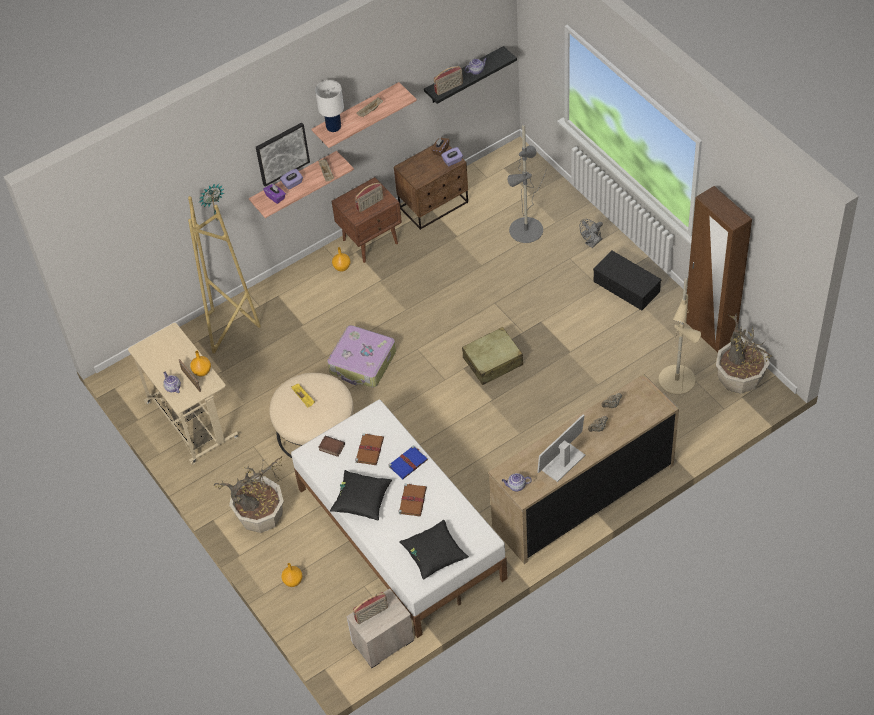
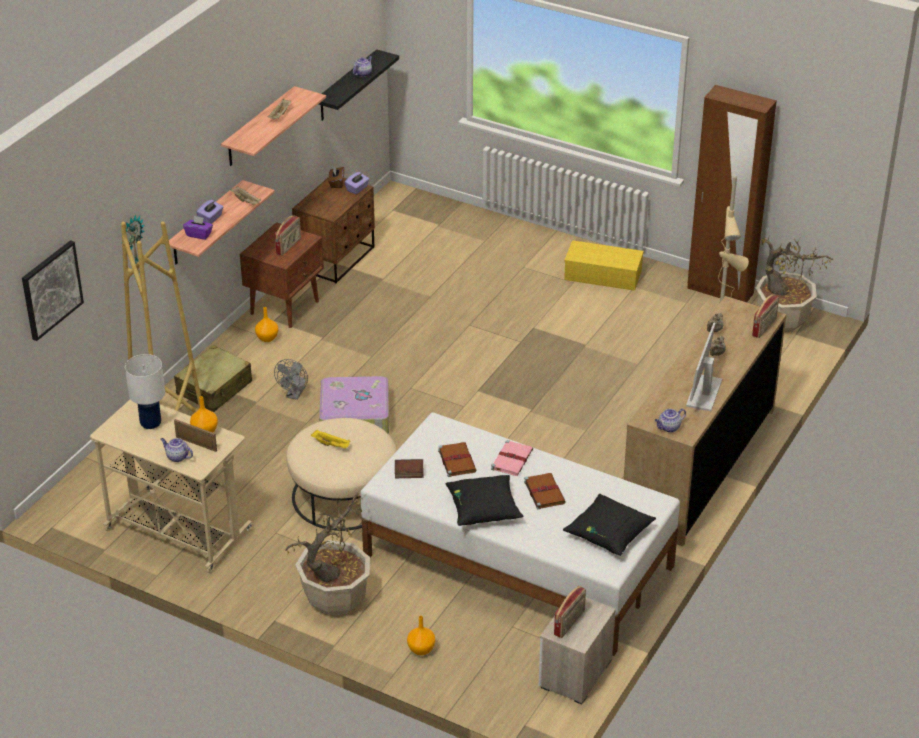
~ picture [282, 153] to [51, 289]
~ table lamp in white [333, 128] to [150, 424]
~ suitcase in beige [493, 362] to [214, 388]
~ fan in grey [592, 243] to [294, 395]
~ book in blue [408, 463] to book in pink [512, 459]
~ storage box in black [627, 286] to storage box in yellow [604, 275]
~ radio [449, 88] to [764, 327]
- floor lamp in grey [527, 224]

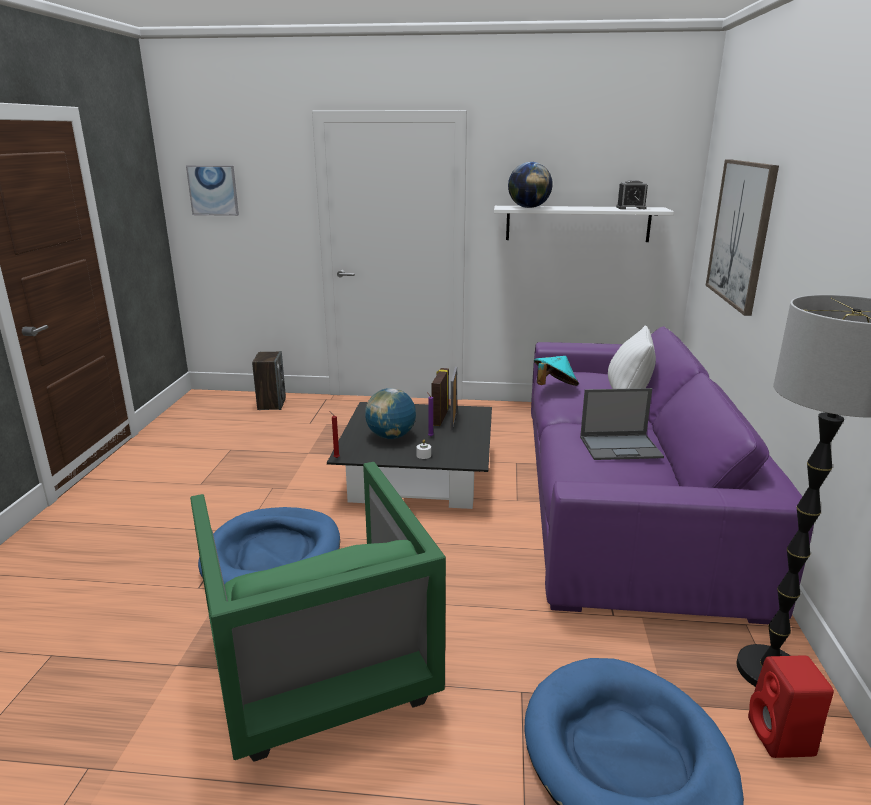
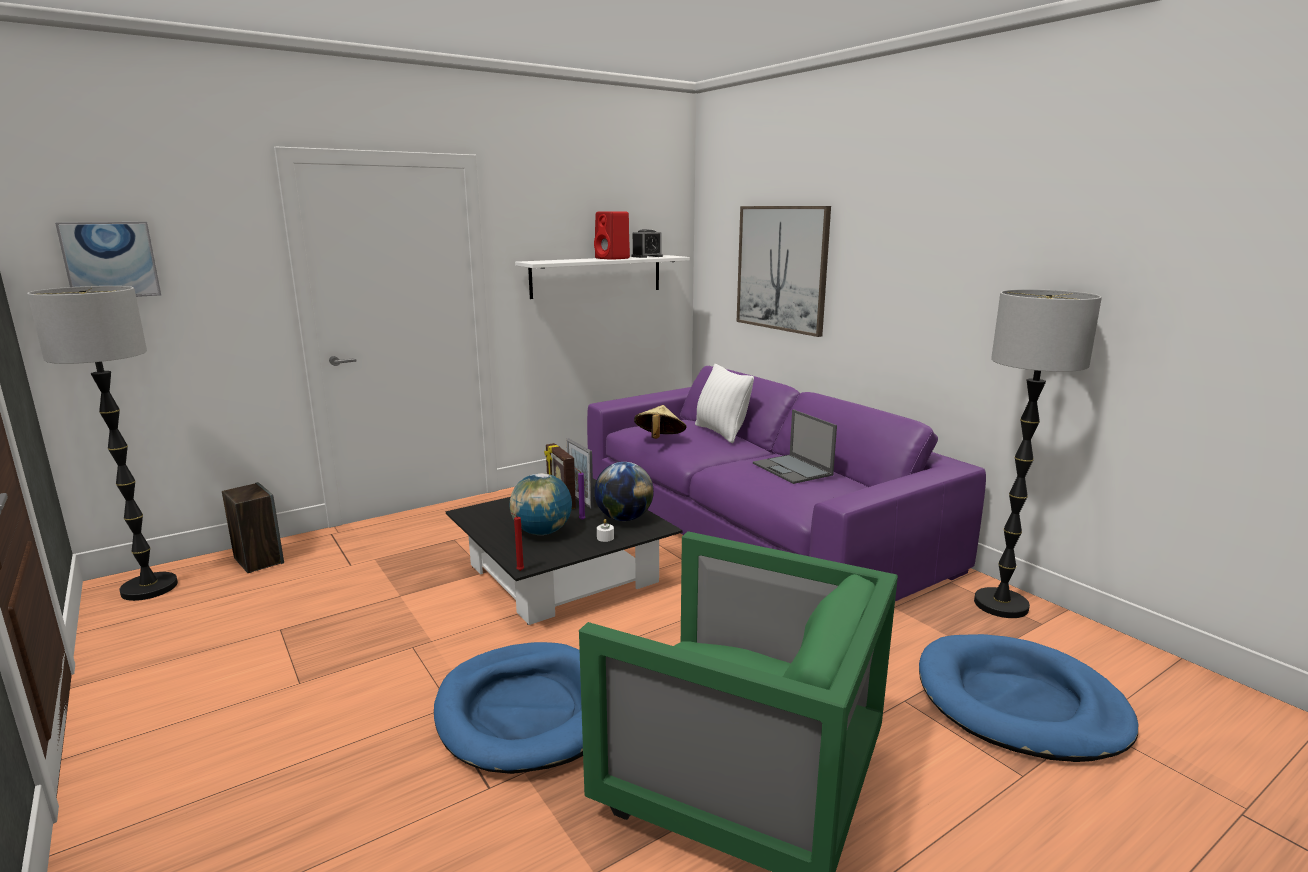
+ floor lamp [150, 588]
~ speaker in red [782, 739] to [613, 258]
~ globe [528, 207] to [624, 518]
~ hat in turquoise [554, 387] to hat in beige [659, 439]
~ laptop [621, 447] = [793, 469] 105 degrees clockwise

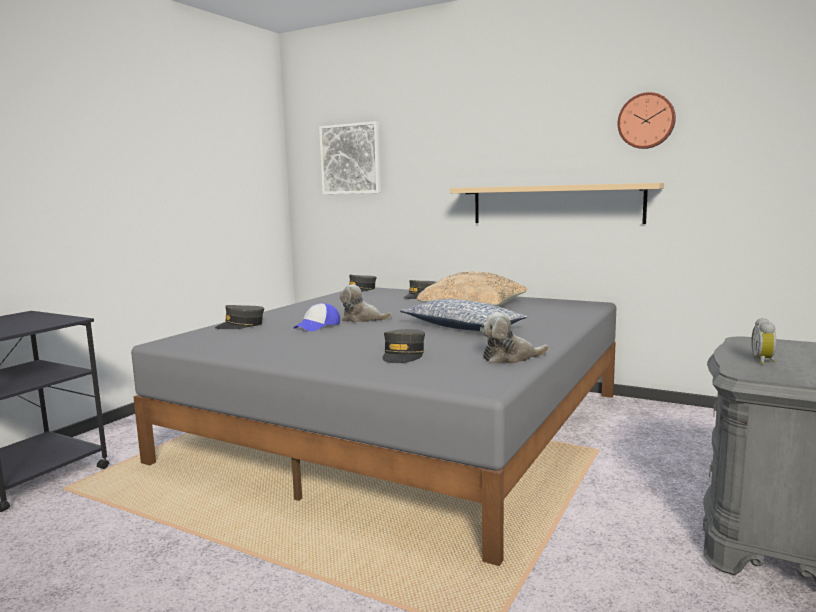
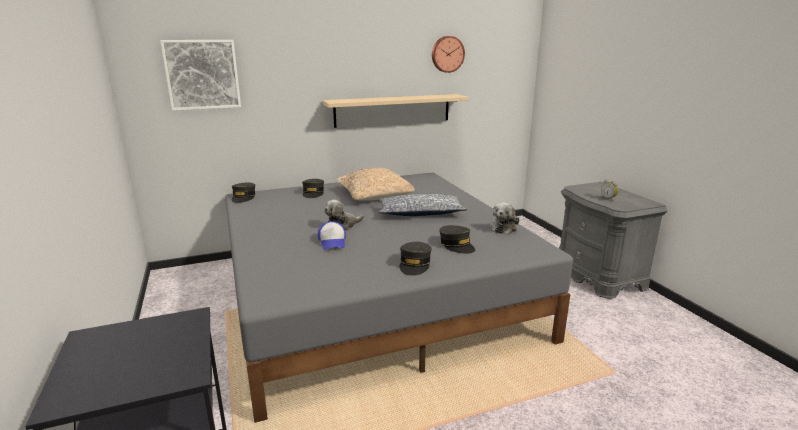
~ cap in grey [241, 325] to [415, 265]

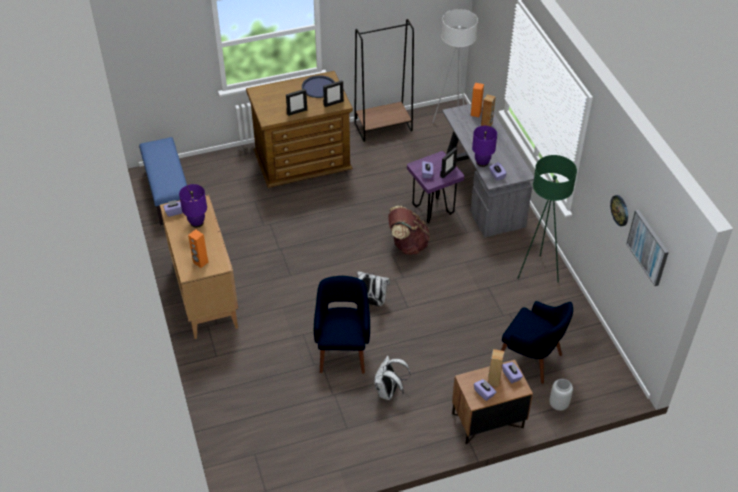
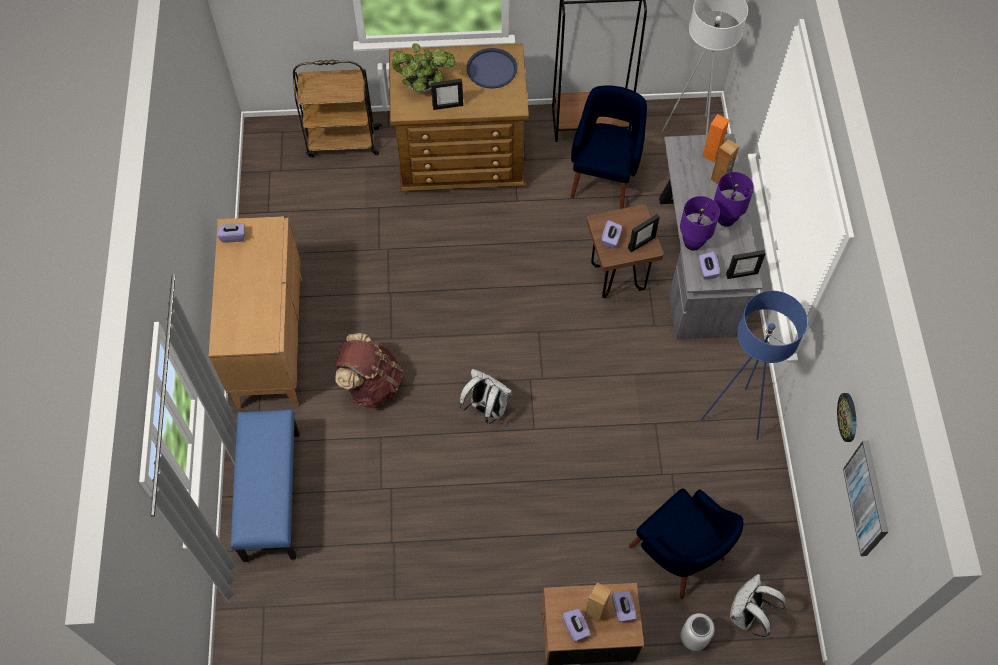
~ bench in blue [168, 193] to [271, 495]
+ cart in brown [342, 142]
~ backpack in brown [407, 245] to [372, 384]
+ potted plant [425, 86]
~ armchair in blue [343, 350] to [604, 177]
~ stool in purple [432, 210] to stool in brown [617, 278]
~ floor lamp in green [538, 272] to floor lamp in blue [733, 415]
~ table lamp in purple [197, 223] to [726, 219]
~ picture frame [333, 103] to [742, 274]
~ backpack in white [388, 392] to [746, 615]
- speaker in orange [200, 262]

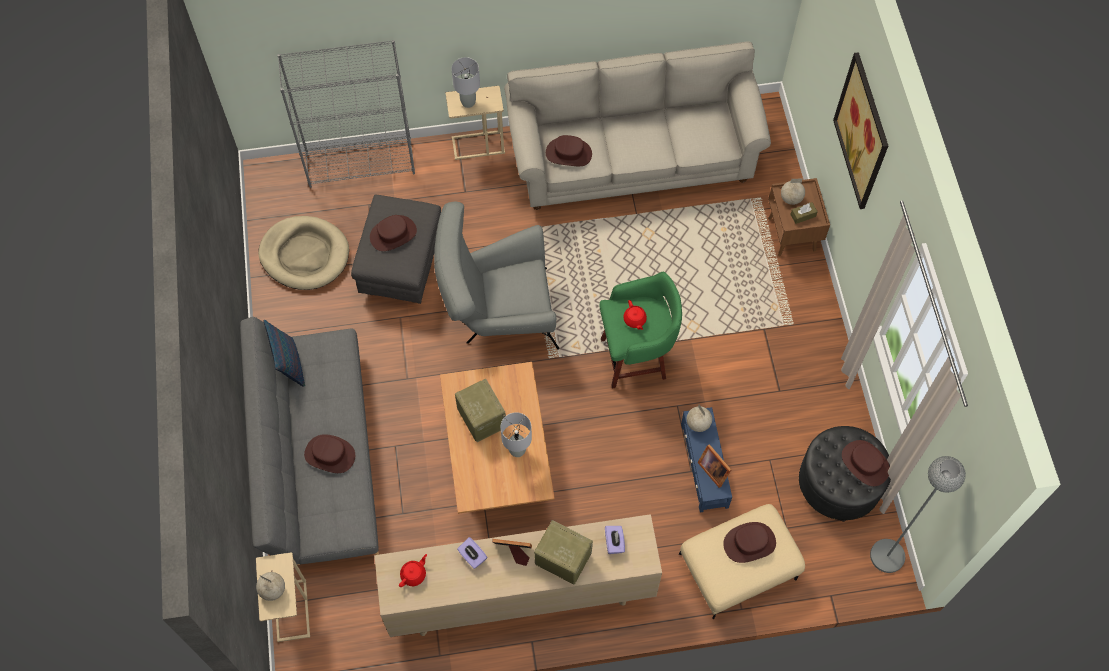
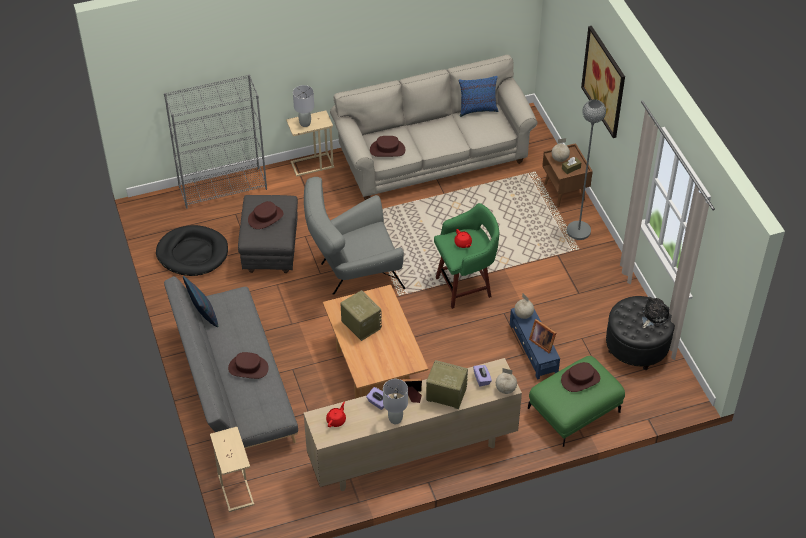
~ dog bed in beige [305, 255] to dog bed in black [192, 253]
~ table lamp in grey [517, 451] to [395, 419]
+ pillow in blue [478, 110]
~ globe [273, 590] to [505, 389]
~ ottoman in beige [737, 569] to ottoman in green [574, 411]
~ floor lamp in grey [887, 556] to [578, 231]
~ hat in brown [864, 463] to plush toy [653, 317]

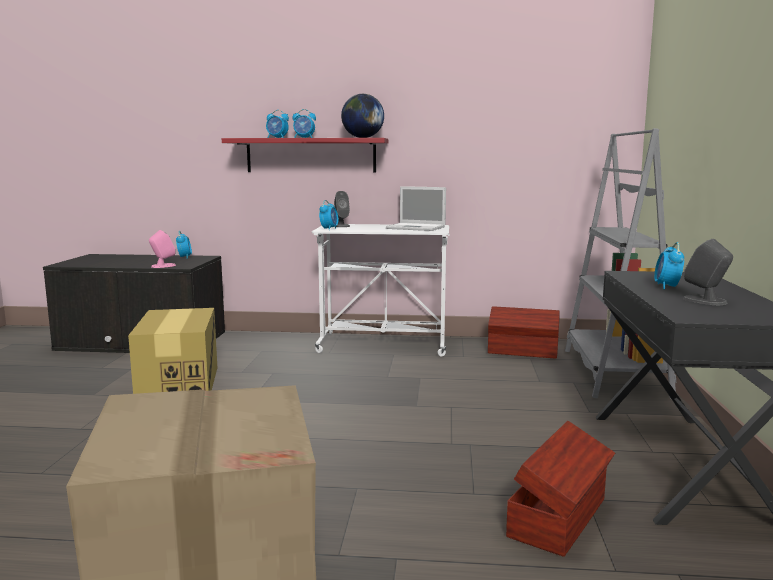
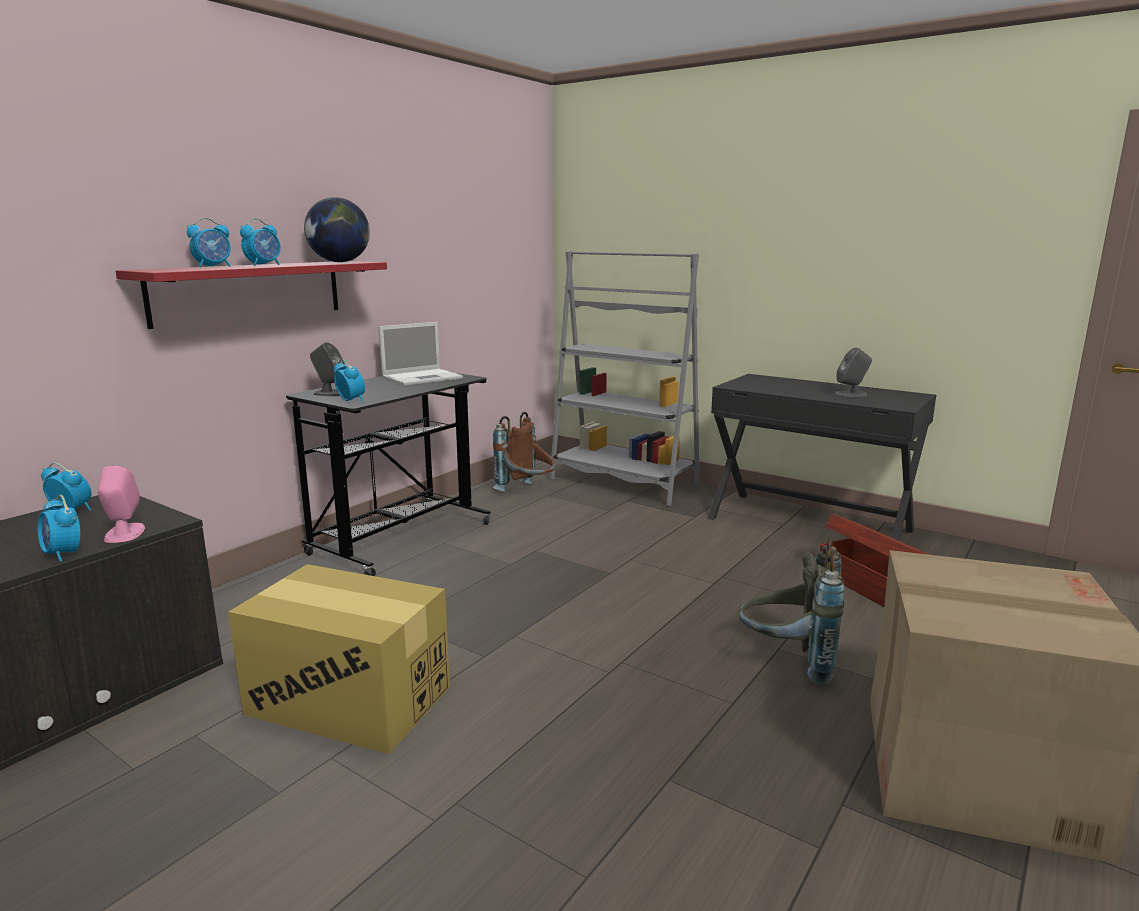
~ alarm clock [667, 287] to [63, 554]
~ desk in white [383, 344] to desk in black [402, 538]
~ storage box in brown [523, 352] to backpack in brown [527, 492]
+ backpack in grey [787, 661]

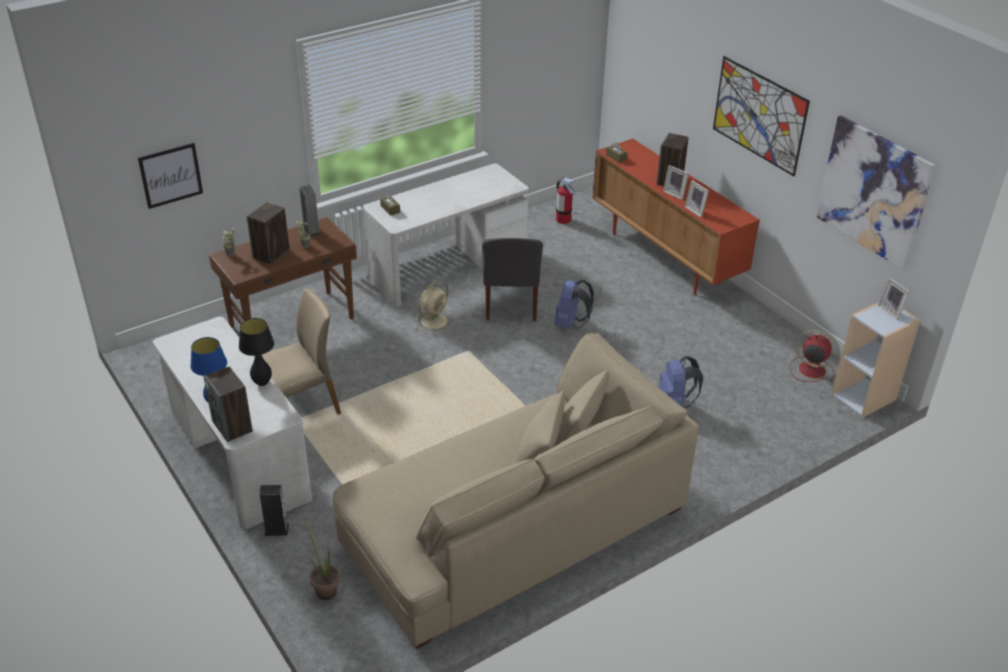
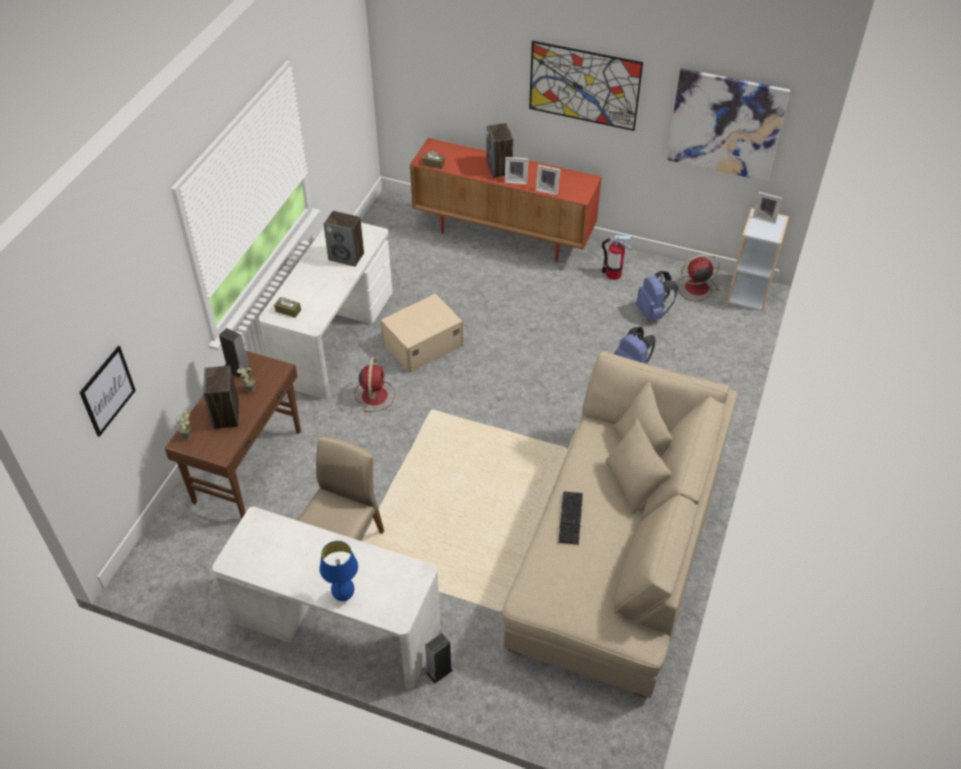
~ speaker [232, 426] to [346, 256]
~ fan in beige [435, 320] to fan in red [374, 395]
~ chair in grey [510, 303] to storage box in beige [422, 344]
+ keyboard [571, 518]
~ fire extinguisher [563, 219] to [613, 274]
~ backpack in blue [570, 323] to [653, 313]
- table lamp in black [262, 383]
- potted plant [324, 589]

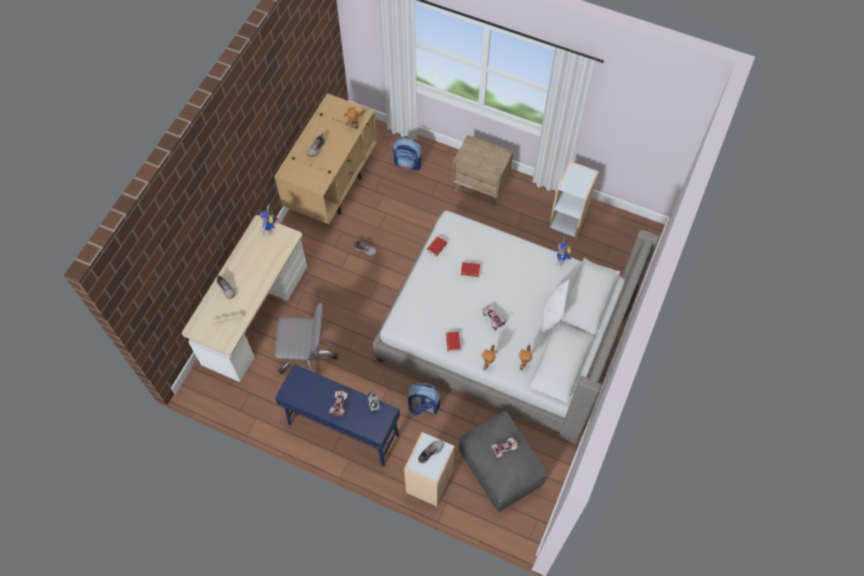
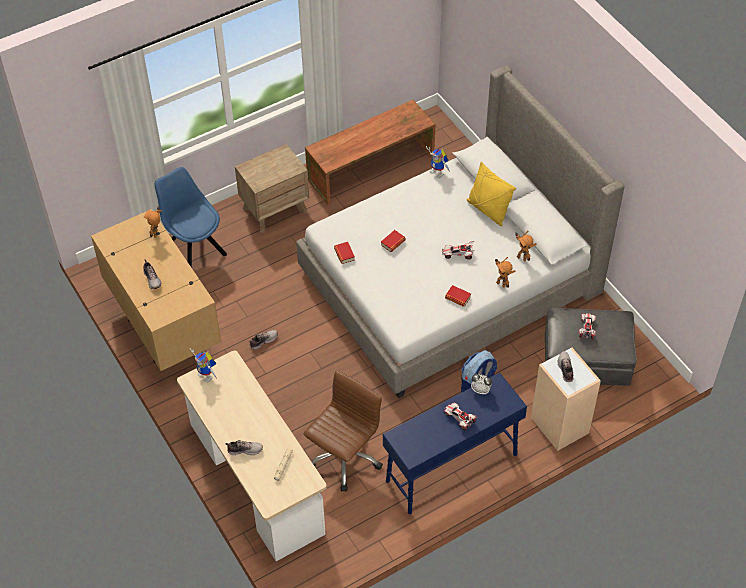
~ backpack [408, 163] to chair in blue [194, 251]
~ office chair in grey [307, 356] to office chair in brown [344, 457]
~ bookcase [568, 219] to bench in brown [371, 166]
~ pillow in white [552, 315] to pillow in yellow [488, 210]

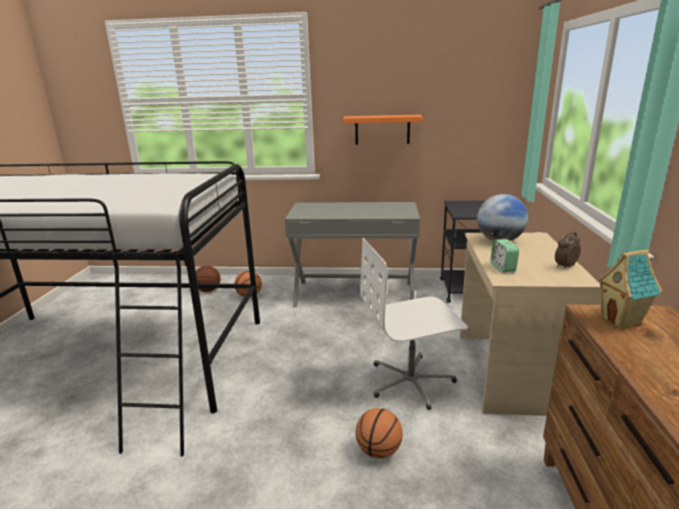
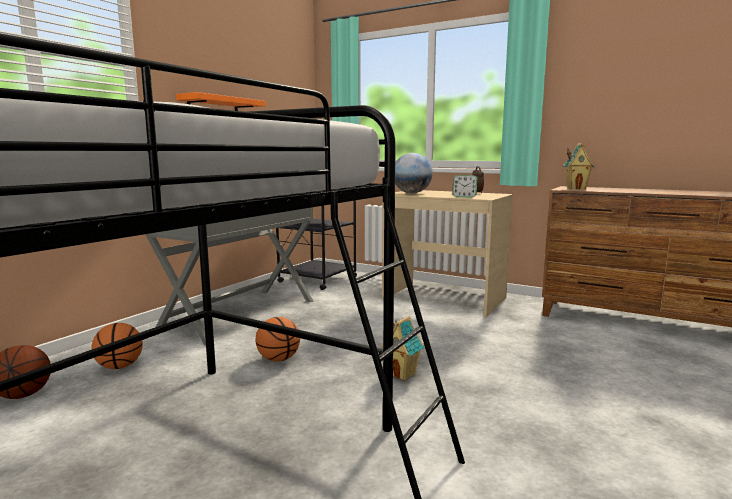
~ basketball [378, 450] to [278, 359]
+ toy house [403, 374]
- office chair in white [411, 381]

